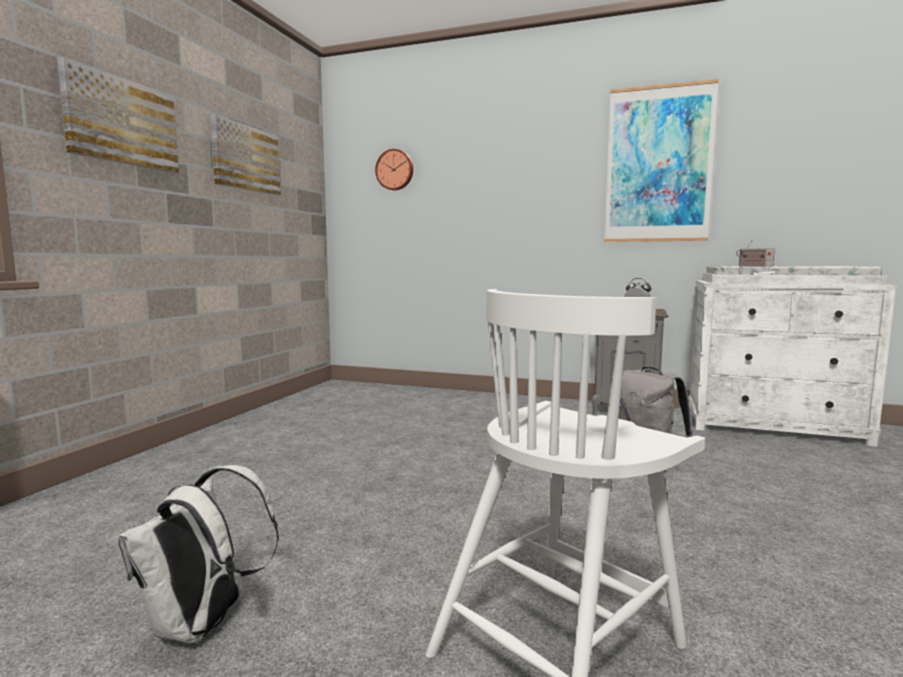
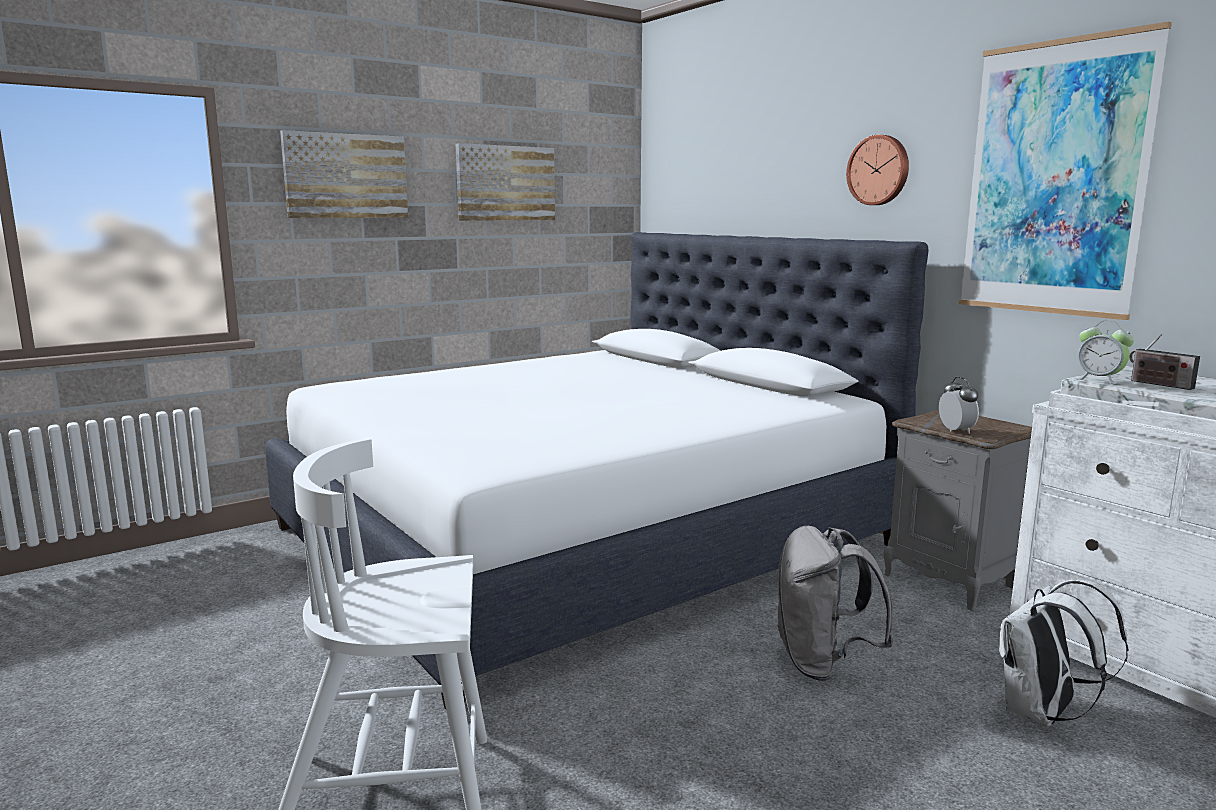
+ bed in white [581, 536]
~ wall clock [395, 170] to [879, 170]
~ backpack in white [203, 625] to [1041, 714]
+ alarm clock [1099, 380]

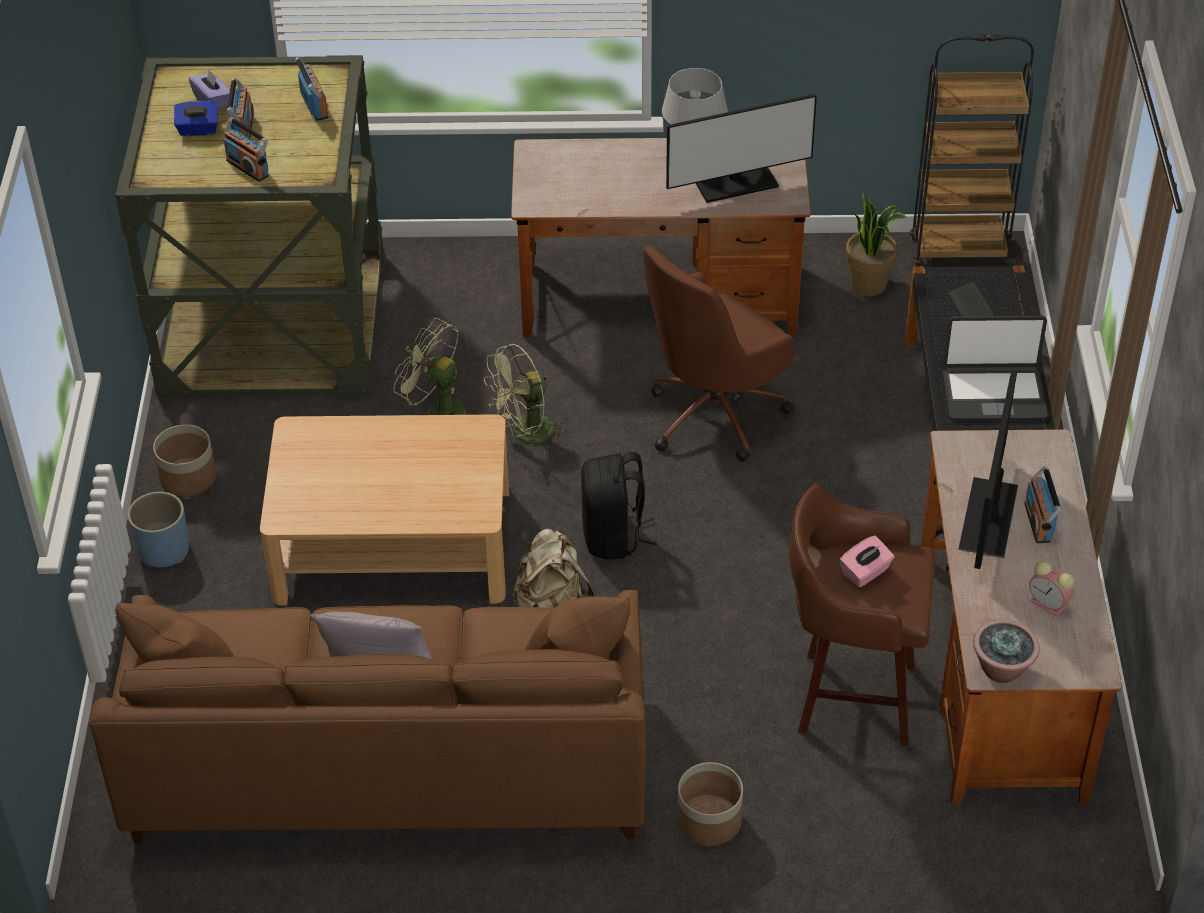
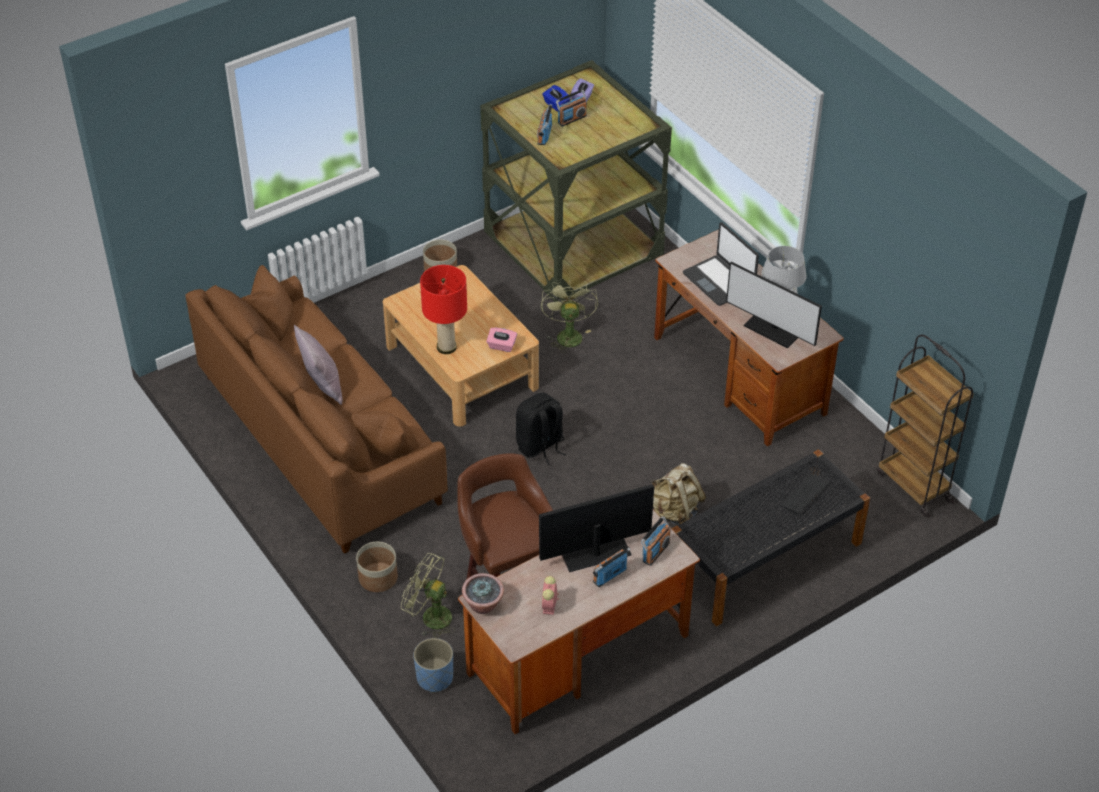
~ fan in green [526, 435] to [430, 616]
~ planter in blue [163, 550] to [434, 678]
+ table lamp in red [446, 347]
~ tissue box in pink [865, 572] to [501, 346]
~ radio [314, 106] to [655, 552]
~ backpack in beige [552, 607] to [675, 512]
~ laptop [993, 394] to [719, 281]
- office chair in brown [714, 416]
- potted plant [869, 284]

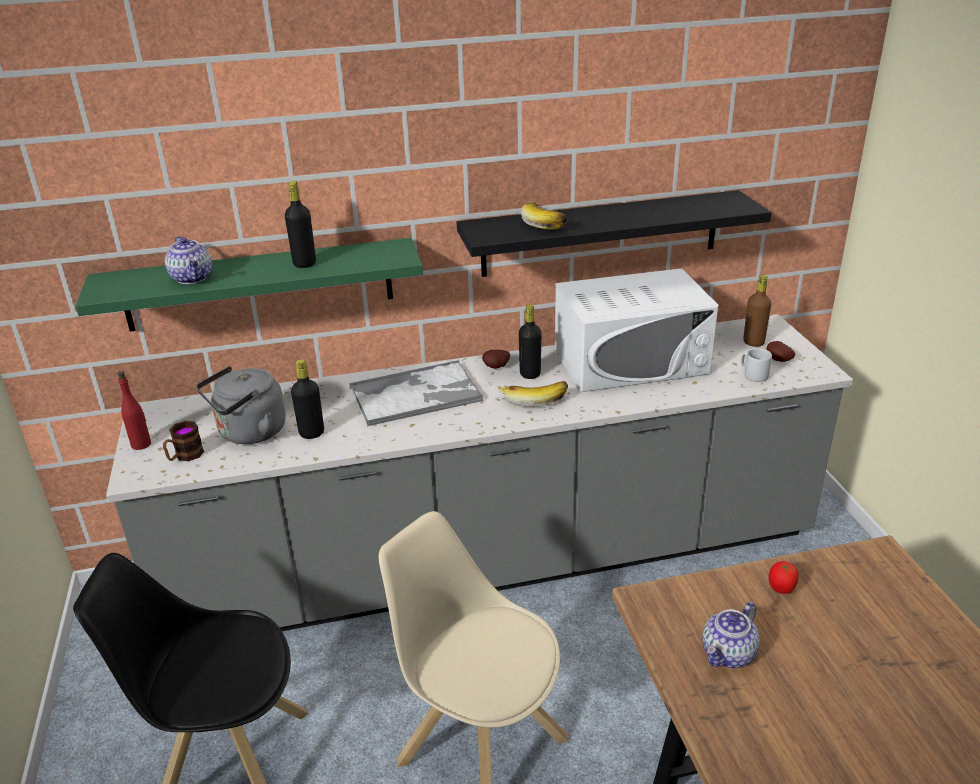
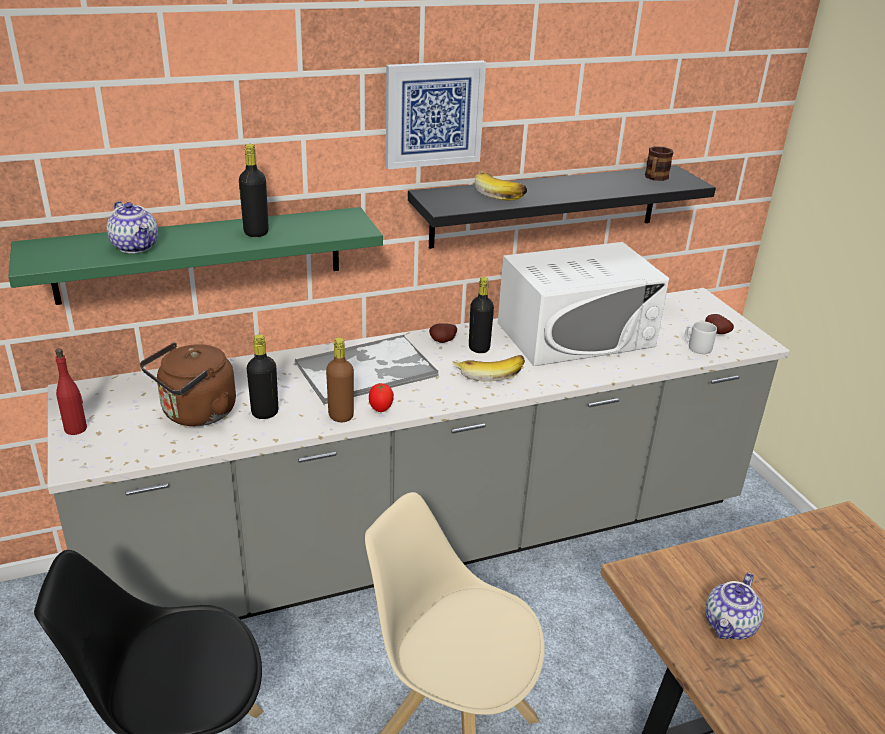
~ kettle in grey [249, 433] to kettle in brown [195, 414]
~ bottle in brown [753, 342] to [341, 416]
~ tomato [780, 589] to [380, 409]
+ picture [433, 114]
~ mug [185, 456] to [655, 178]

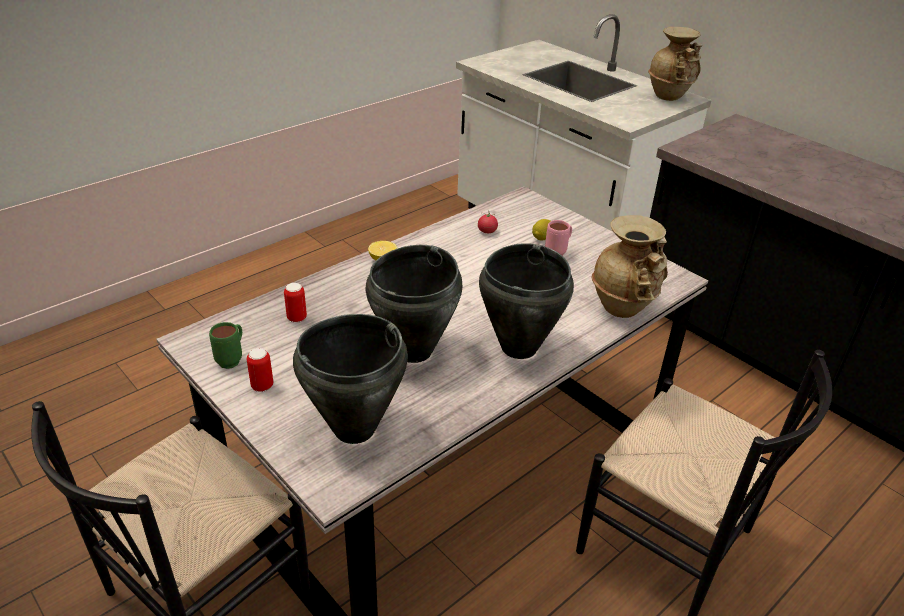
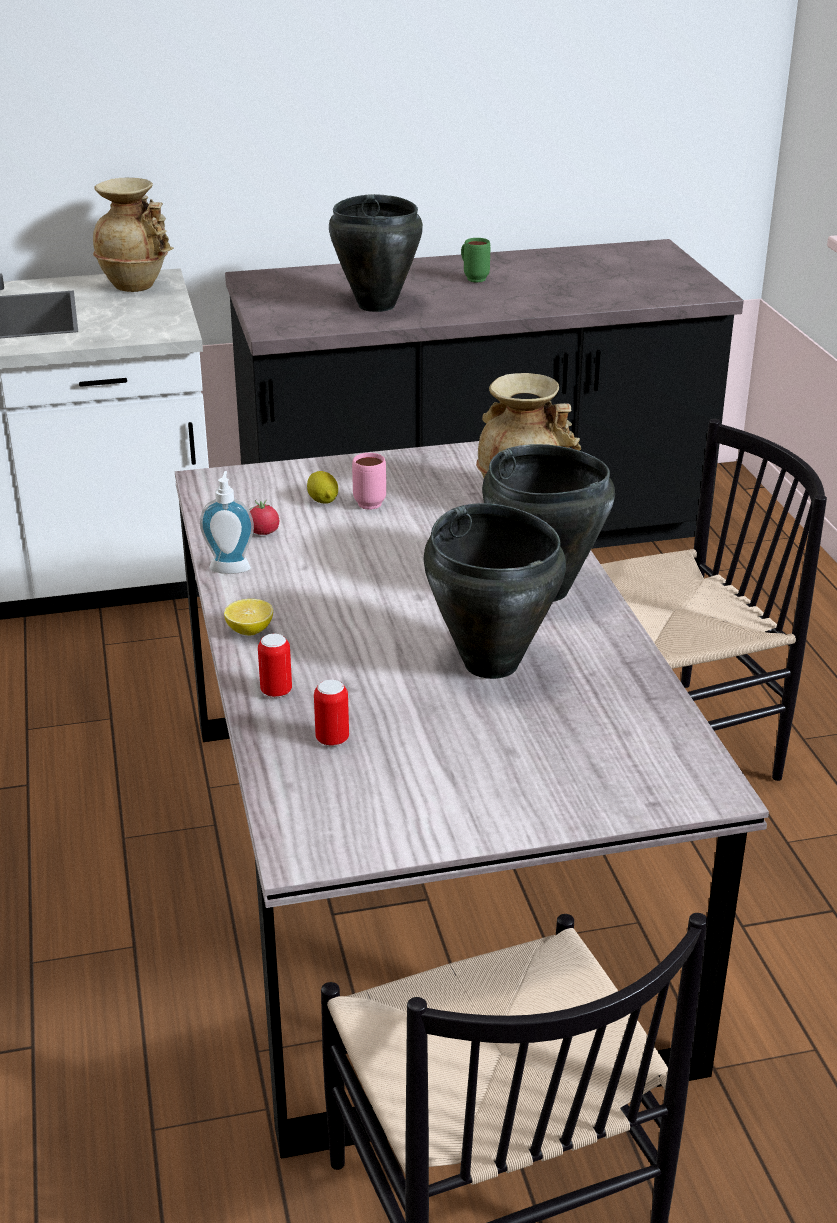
+ soap dispenser [230, 566]
~ can [262, 386] to [276, 691]
~ cooking pot in black [353, 428] to [376, 305]
~ mug in green [233, 359] to [473, 278]

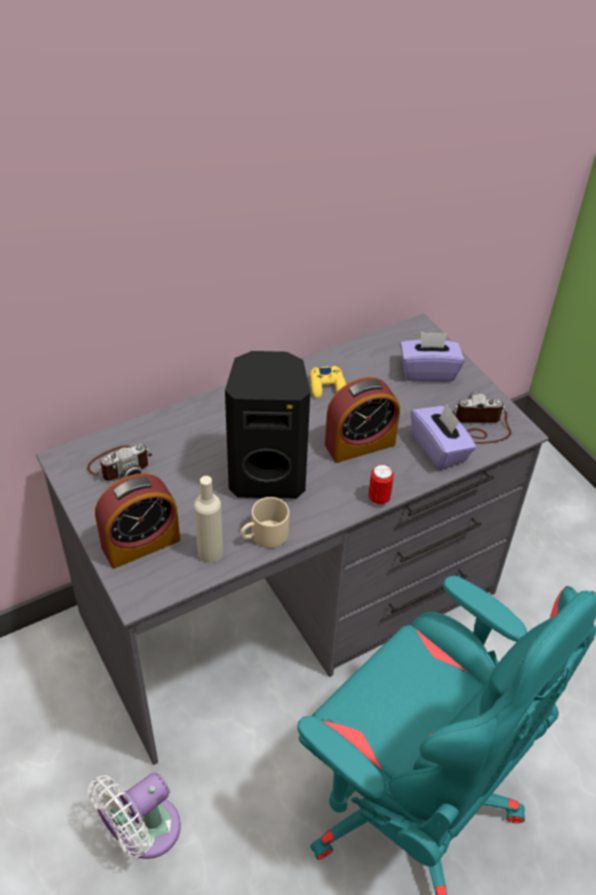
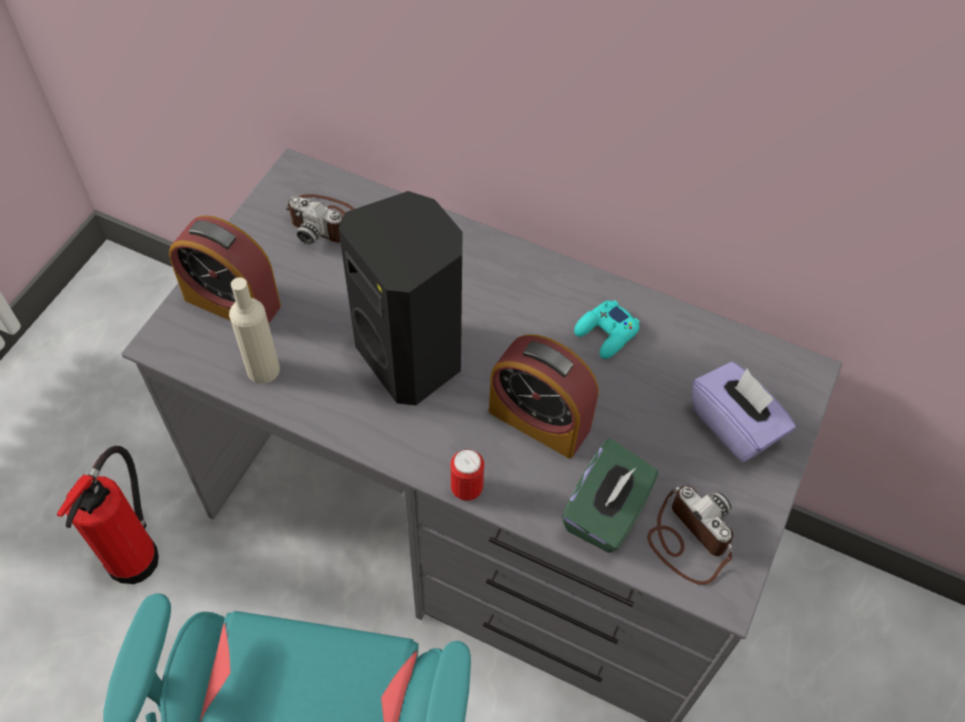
~ fan in white [143, 832] to fire extinguisher [136, 554]
~ tissue box in purple [439, 449] to tissue box in green [606, 512]
~ game controller in yellow [327, 386] to game controller in turquoise [606, 333]
- mug in beige [264, 536]

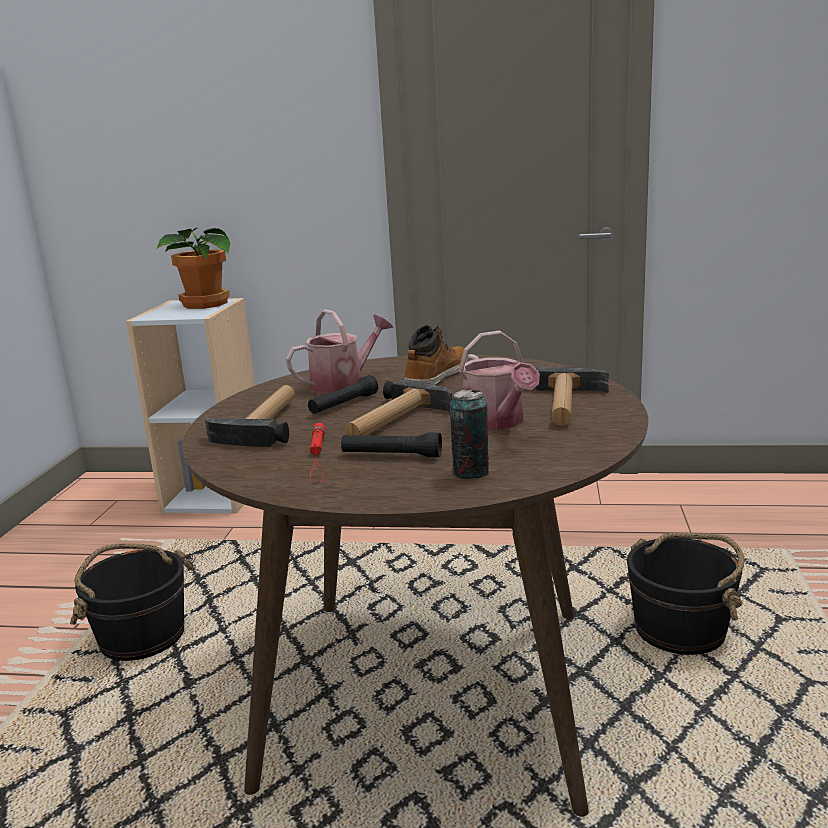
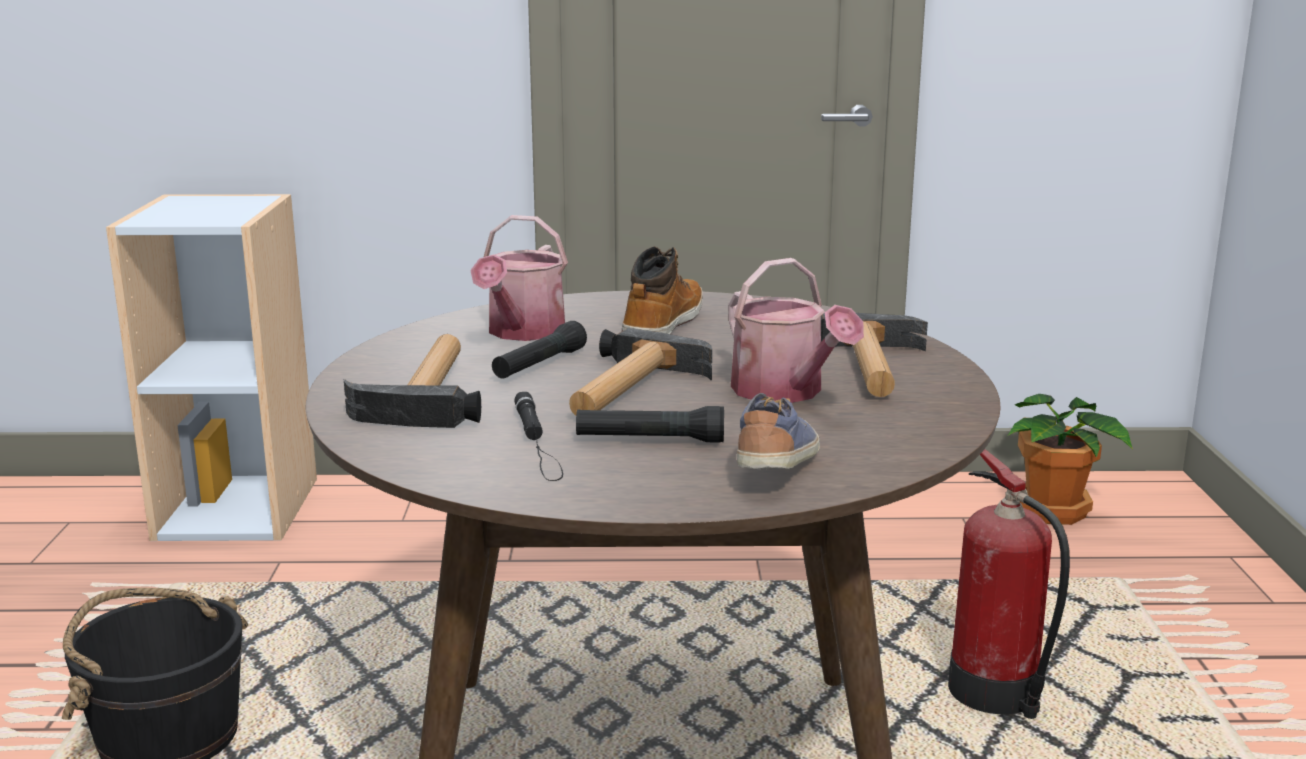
~ watering can [343, 383] = [522, 333] 150 degrees clockwise
~ flashlight in red [318, 457] to flashlight in black [538, 442]
~ can [470, 473] to shoe [778, 464]
~ bucket in black [681, 630] to fire extinguisher [996, 695]
~ potted plant [205, 304] to [1054, 512]

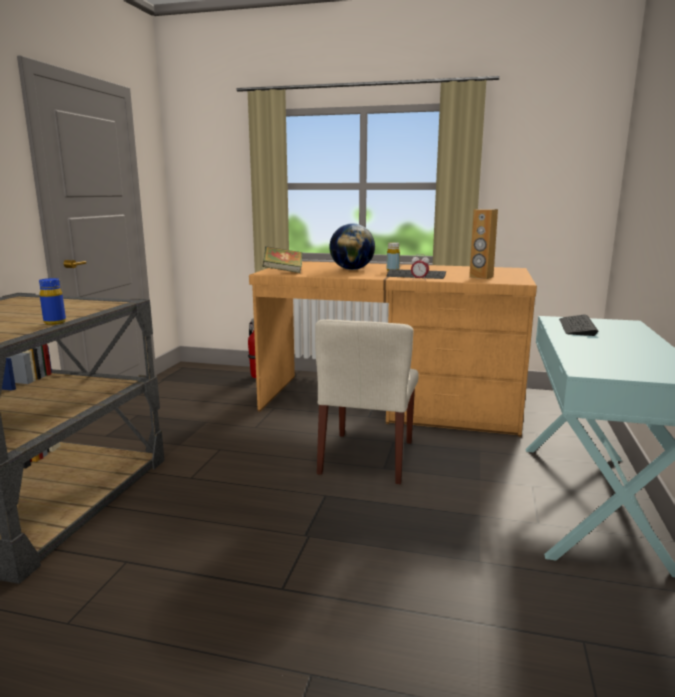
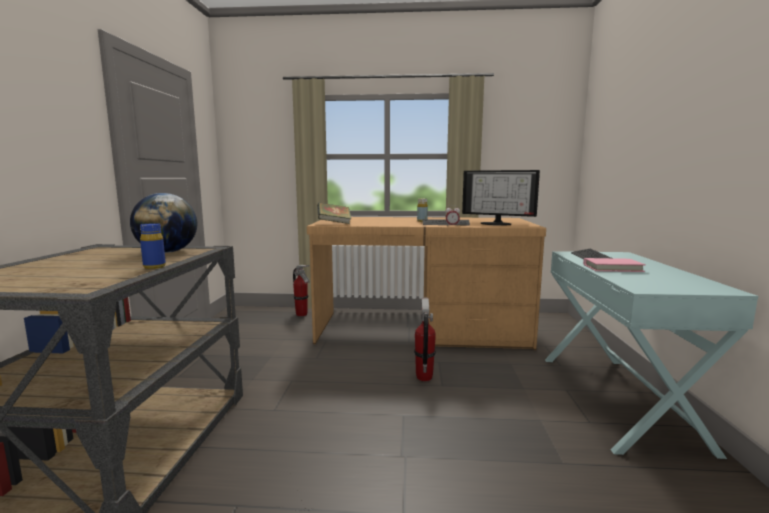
~ globe [352, 269] to [167, 252]
~ chair in beige [367, 457] to fire extinguisher [424, 377]
~ speaker in brown [481, 277] to monitor [496, 223]
+ book in pink [612, 268]

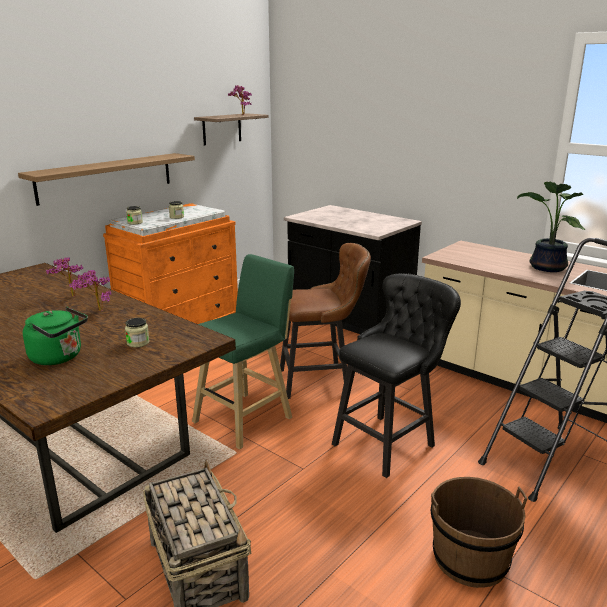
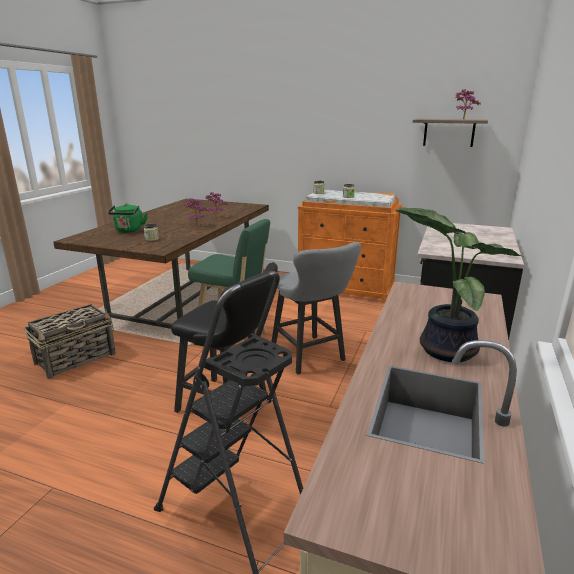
~ stool in brown [323, 380] to stool in grey [311, 358]
- shelf [106, 177]
- bucket in brown [470, 559]

